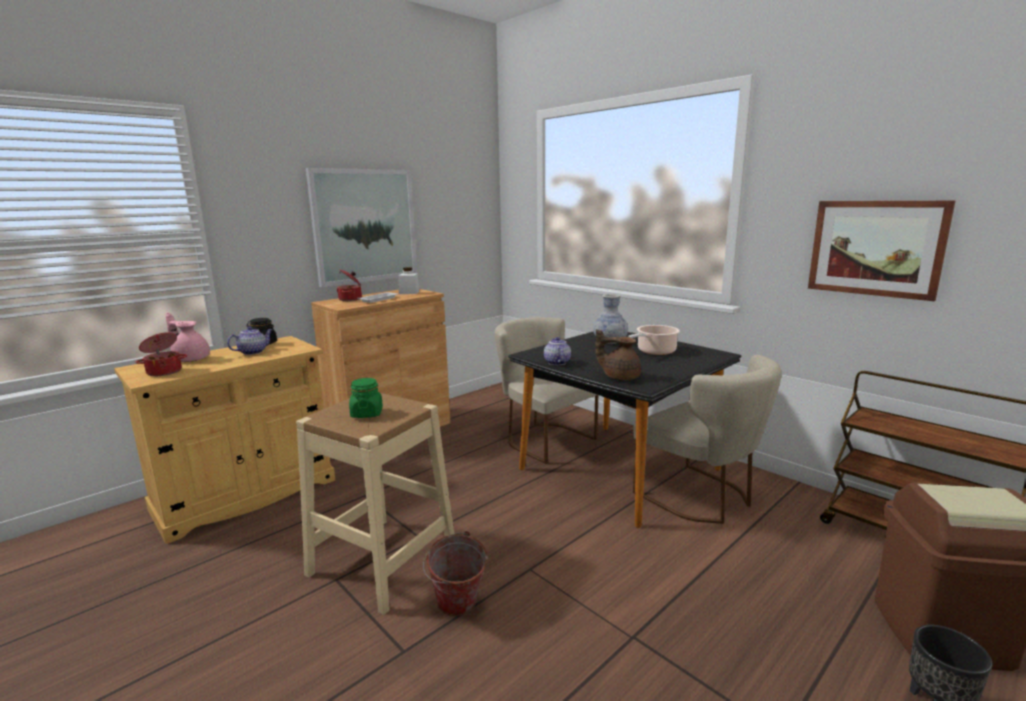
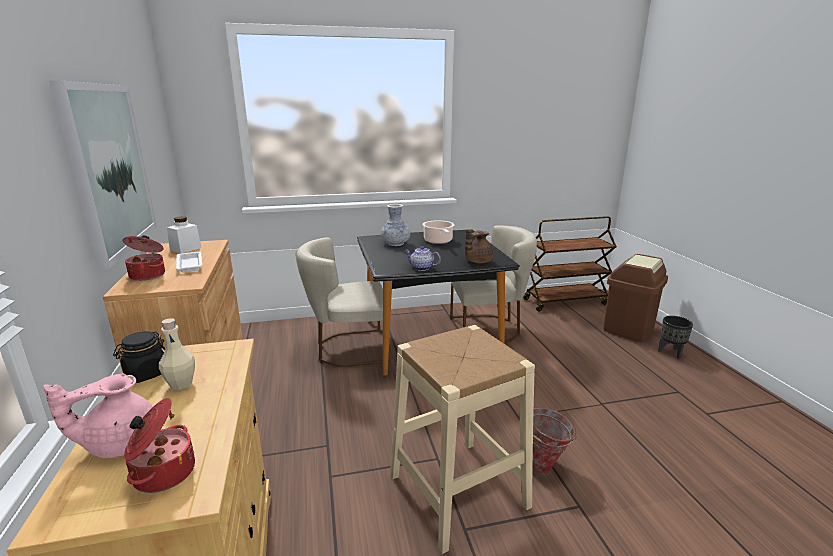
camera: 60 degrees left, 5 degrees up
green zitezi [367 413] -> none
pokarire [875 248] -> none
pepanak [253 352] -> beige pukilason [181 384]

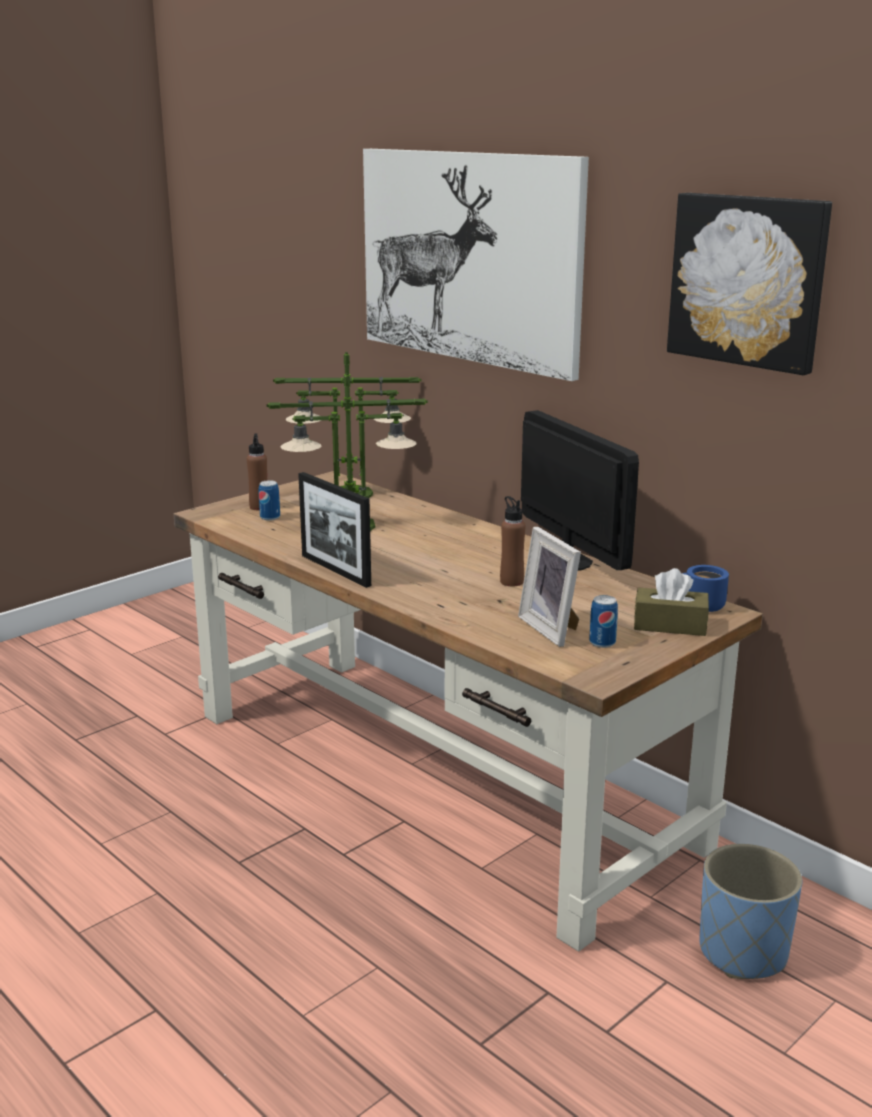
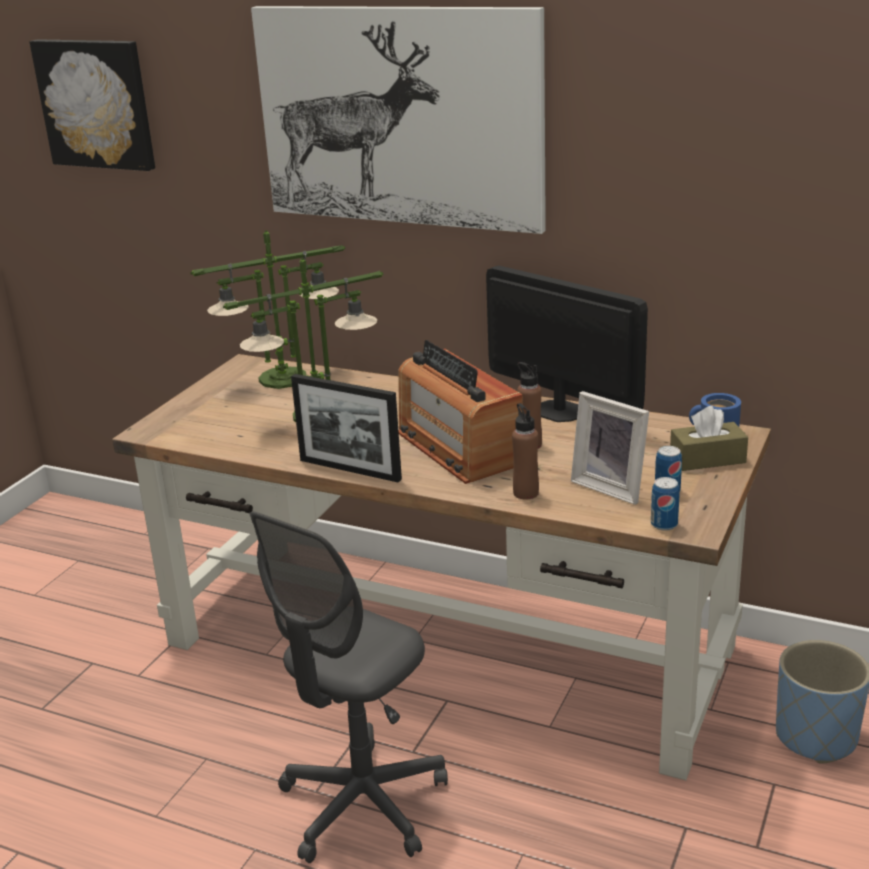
camera: 20 degrees left, 5 degrees up
none -> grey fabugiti [363 805]
none -> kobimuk [458 448]
brown pukilason [259 507] -> brown pukilason [526 493], shifted
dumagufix [270 517] -> dumagufix [664 524], shifted
pokarire [748 280] -> pokarire [97 103], shifted

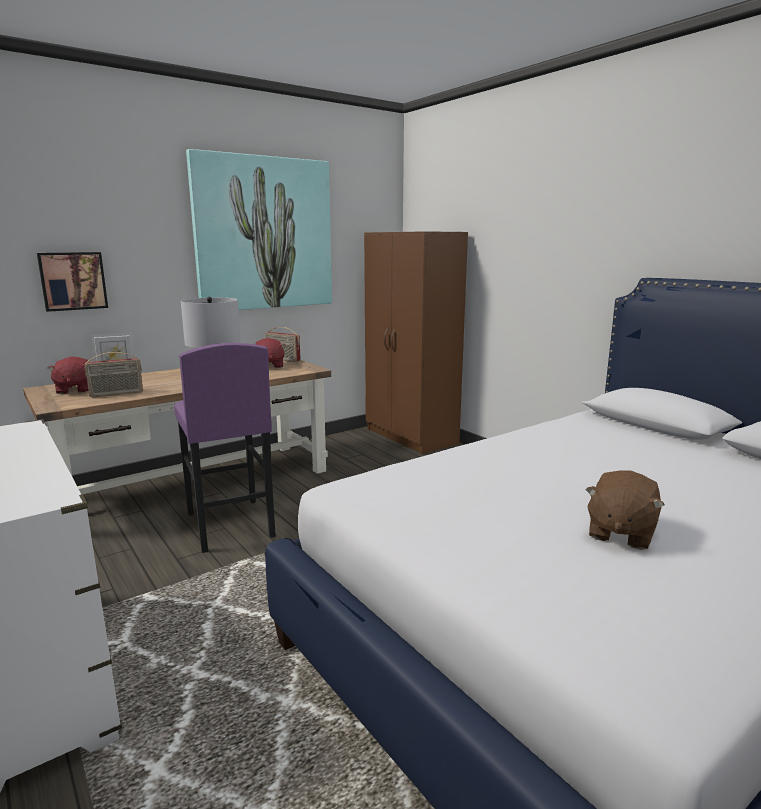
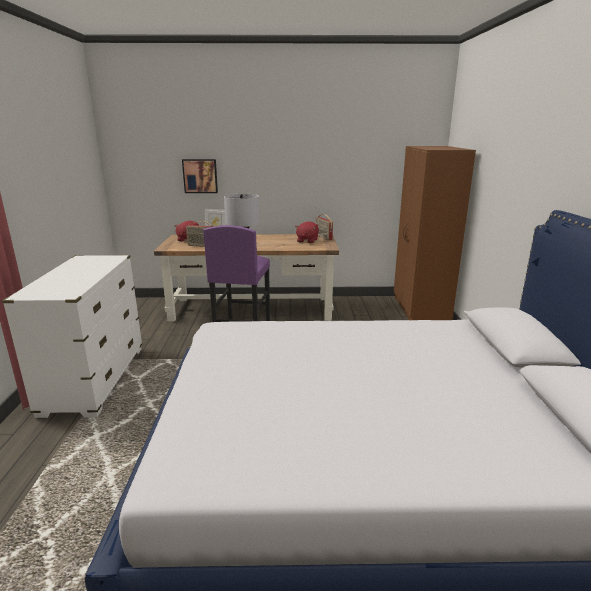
camera: 35 degrees right, 5 degrees up
pokarire [264 234] -> none
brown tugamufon [620 533] -> none

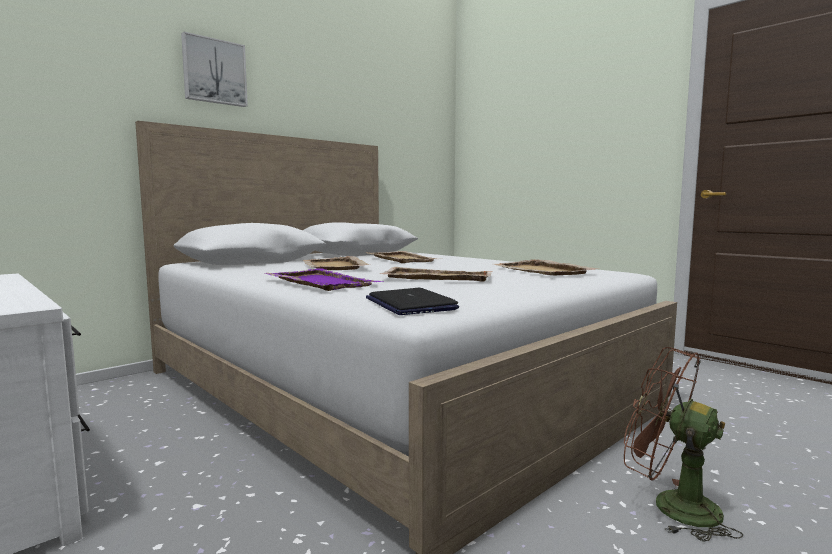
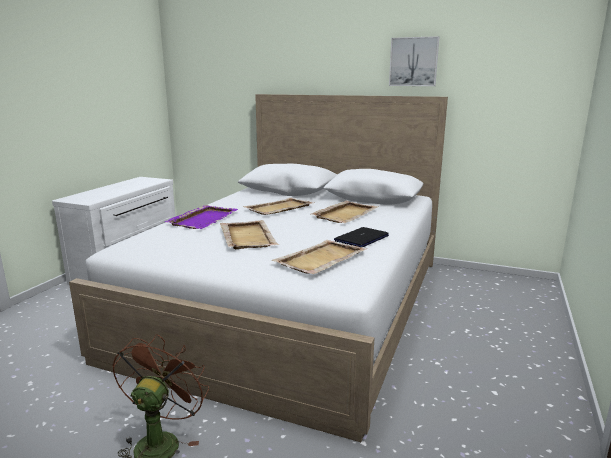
camera: 65 degrees right, 10 degrees up
pokarire [214 72] -> pokarire [413 62], shifted
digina [410 304] -> digina [361 238], shifted

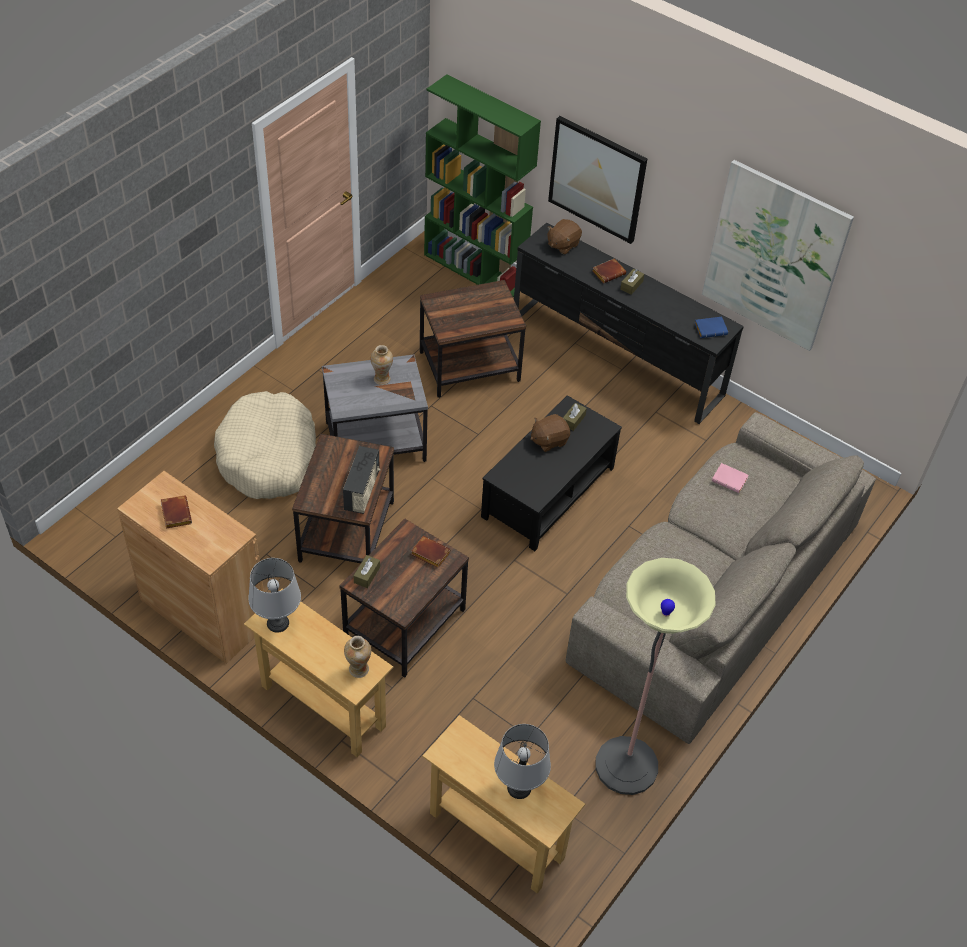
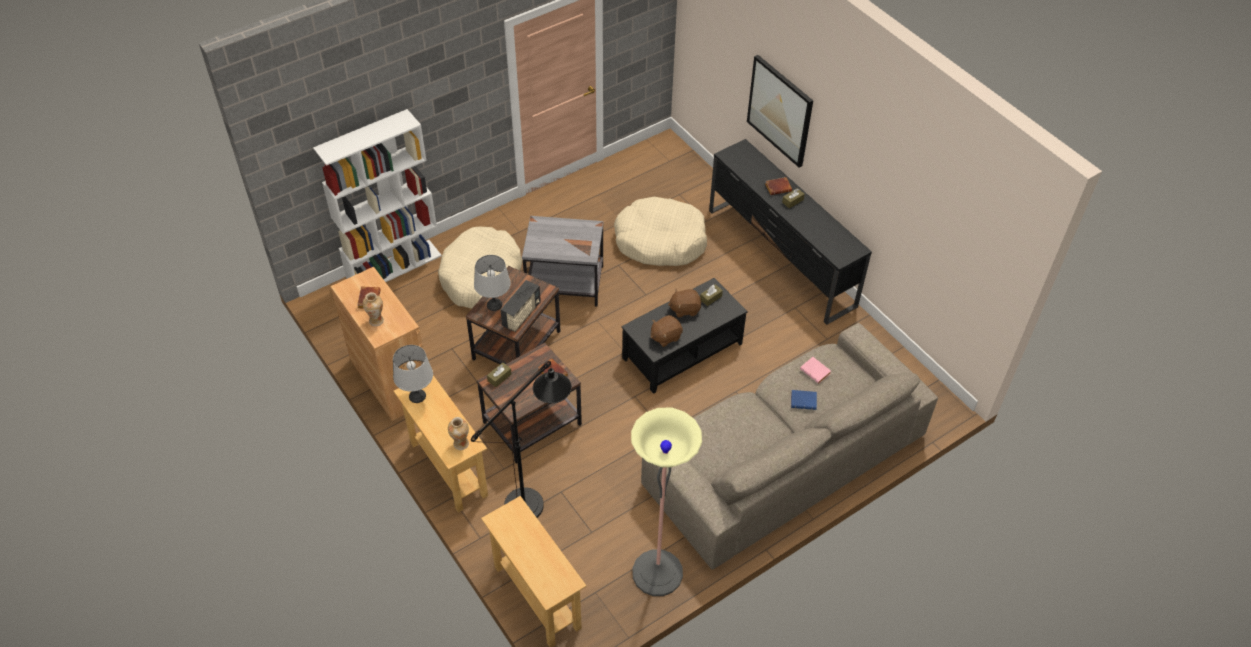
camera: 20 degrees right, 0 degrees up
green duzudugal [475 270] -> none
pokarire [774 256] -> none
none -> white duzudugal [394 266]
none -> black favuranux [533 499]
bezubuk [382 379] -> bezubuk [376 320], shifted
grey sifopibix [518 787] -> grey sifopibix [494 304], shifted
brown tugamufon [562 245] -> brown tugamufon [665 337], shifted
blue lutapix [711 329] -> blue lutapix [804 401], shifted
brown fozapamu [469 366] -> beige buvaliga [660 241]

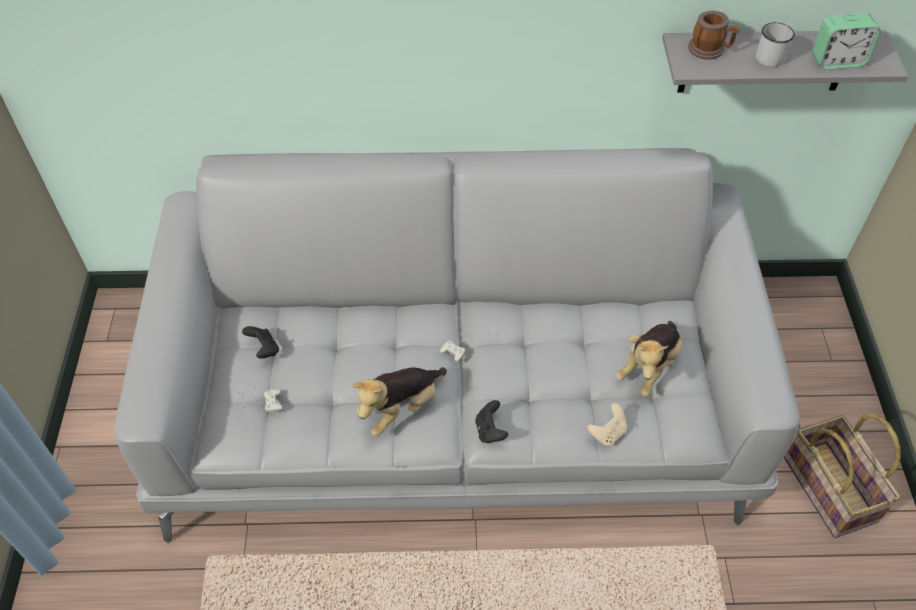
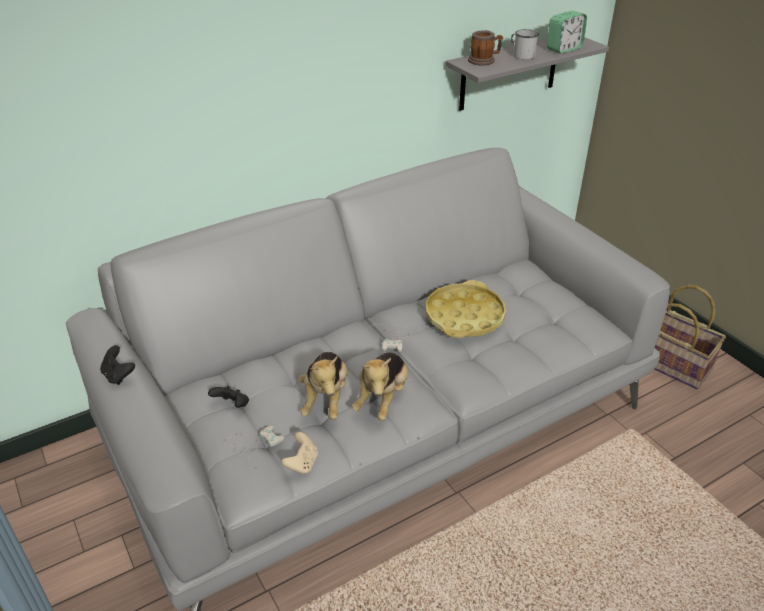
camera: 30 degrees left, 15 degrees down
none -> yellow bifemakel [464 316]
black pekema [490 430] -> black pekema [118 375], shifted
beige pekema [607 433] -> beige pekema [302 463], shifted
tugamufon [649 367] -> tugamufon [326 398], shifted

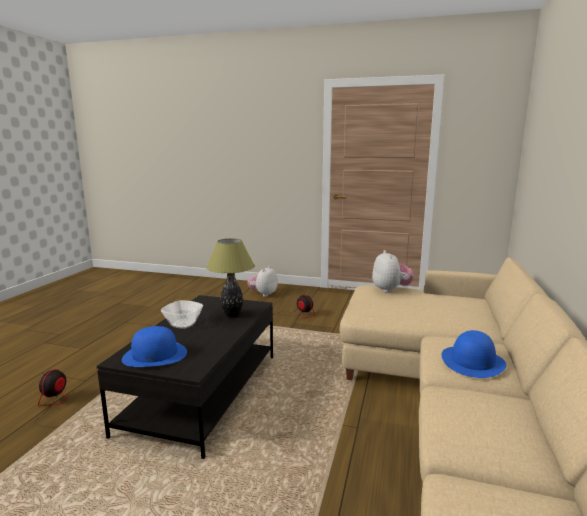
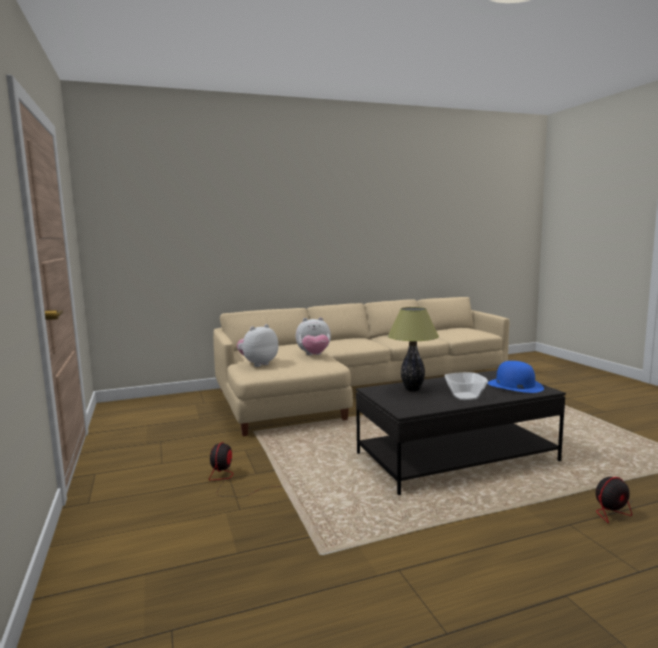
camera: 125 degrees left, 5 degrees down
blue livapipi [472 361] -> none
tugamufon [263 294] -> tugamufon [314 355], shifted

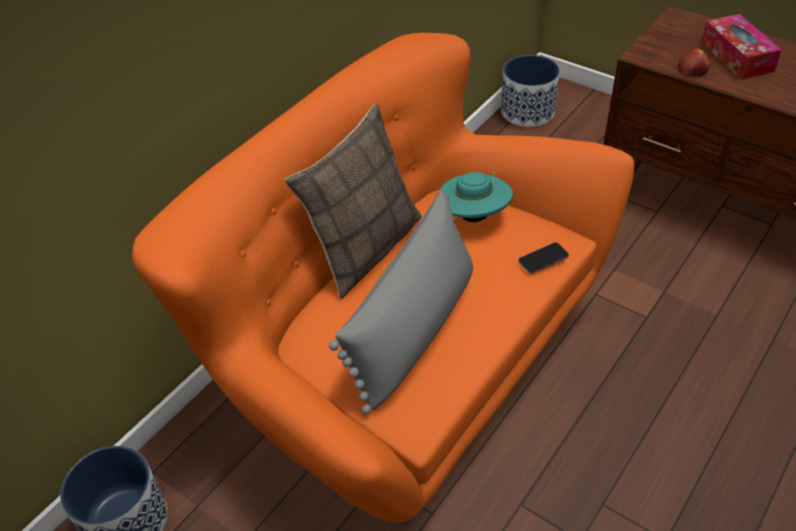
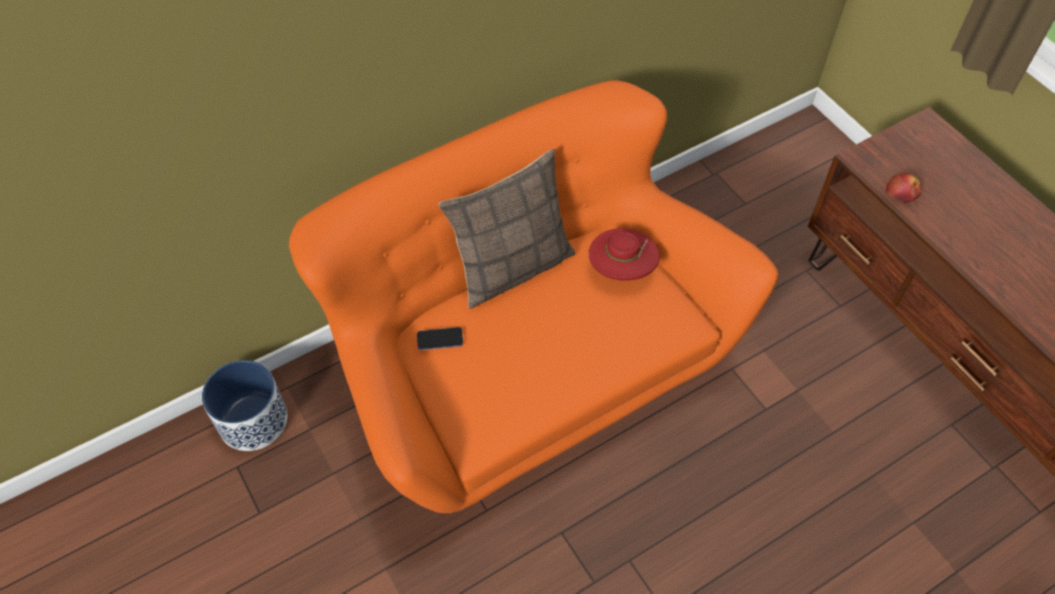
camera: 20 degrees right, 10 degrees up
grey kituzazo [414 329] -> none
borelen [527 112] -> none
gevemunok [736 56] -> none
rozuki [543 259] -> rozuki [440 339], shifted
turquoise livapipi [474 216] -> red livapipi [622 269]

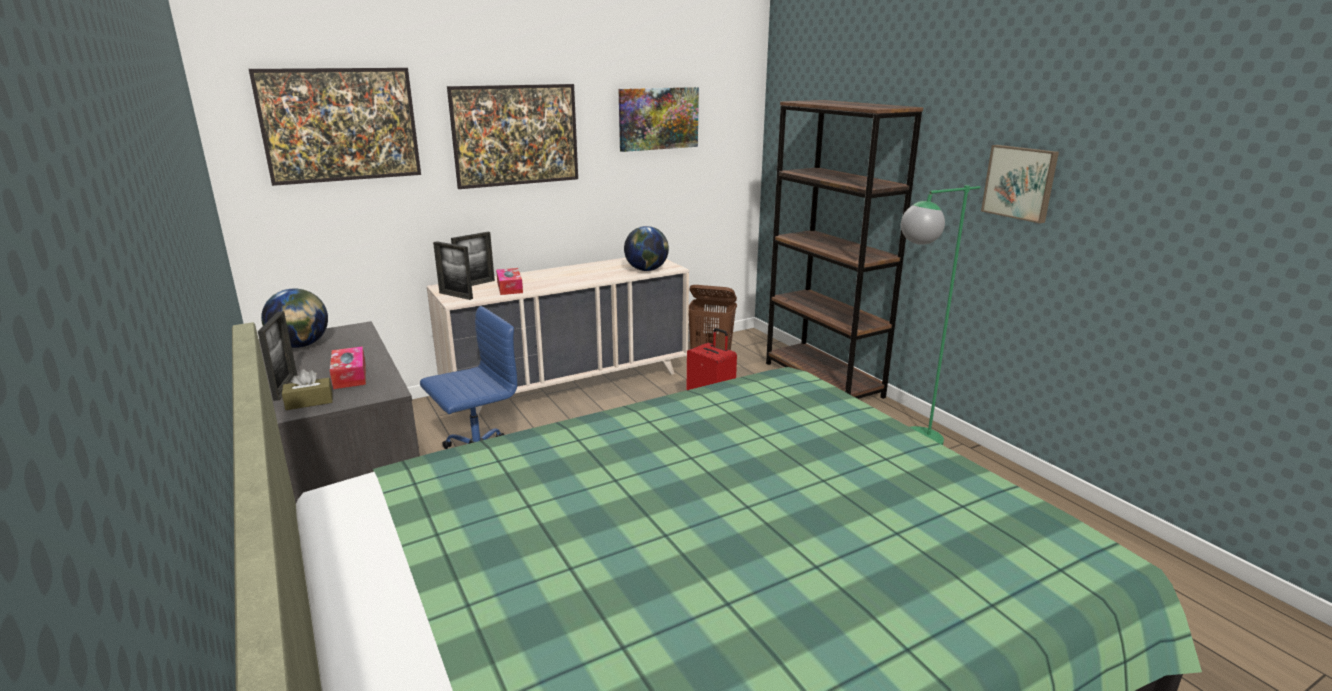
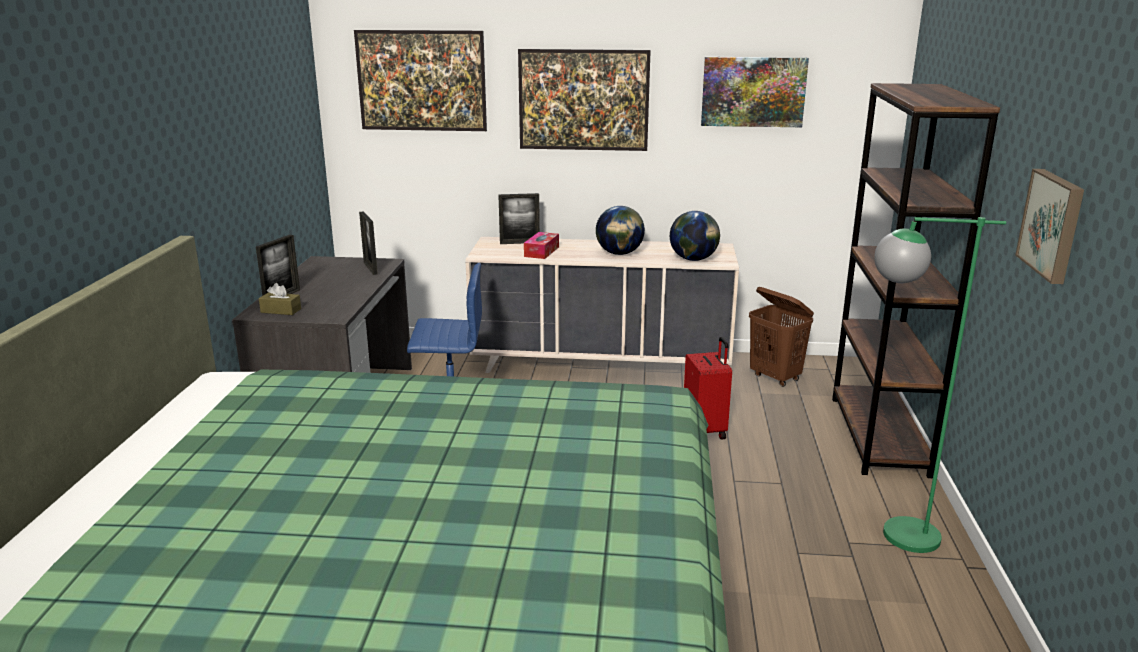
camera: 35 degrees right, 0 degrees up
gevemunok [350 375] -> none
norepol [301 345] -> norepol [619 253], shifted
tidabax [456 296] -> tidabax [370 268], shifted

